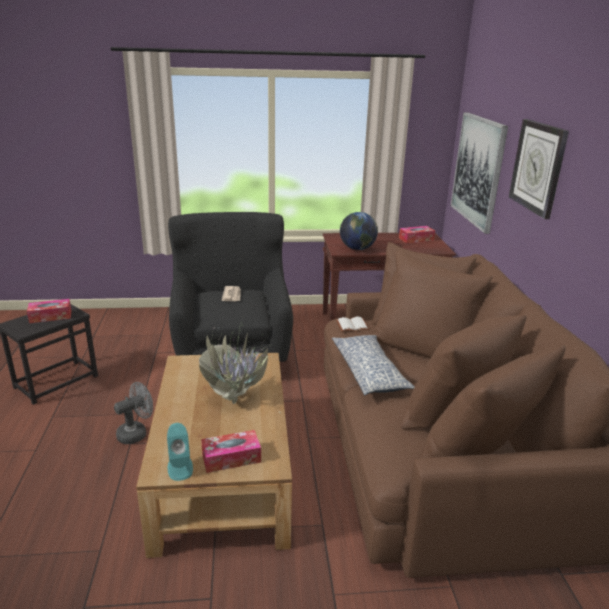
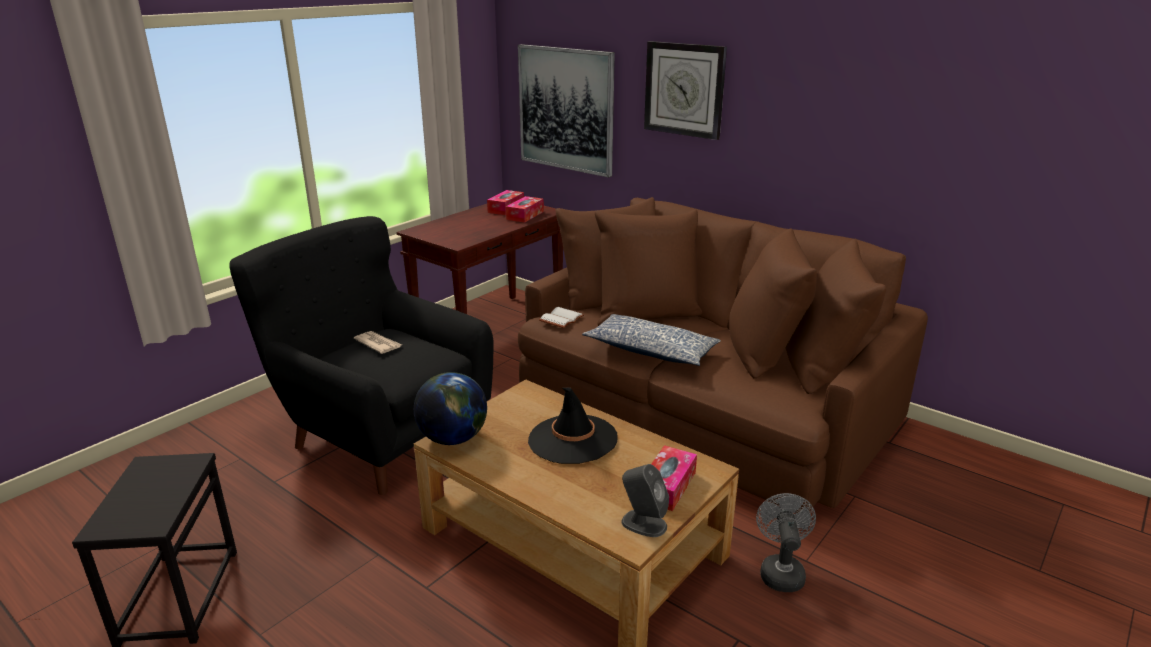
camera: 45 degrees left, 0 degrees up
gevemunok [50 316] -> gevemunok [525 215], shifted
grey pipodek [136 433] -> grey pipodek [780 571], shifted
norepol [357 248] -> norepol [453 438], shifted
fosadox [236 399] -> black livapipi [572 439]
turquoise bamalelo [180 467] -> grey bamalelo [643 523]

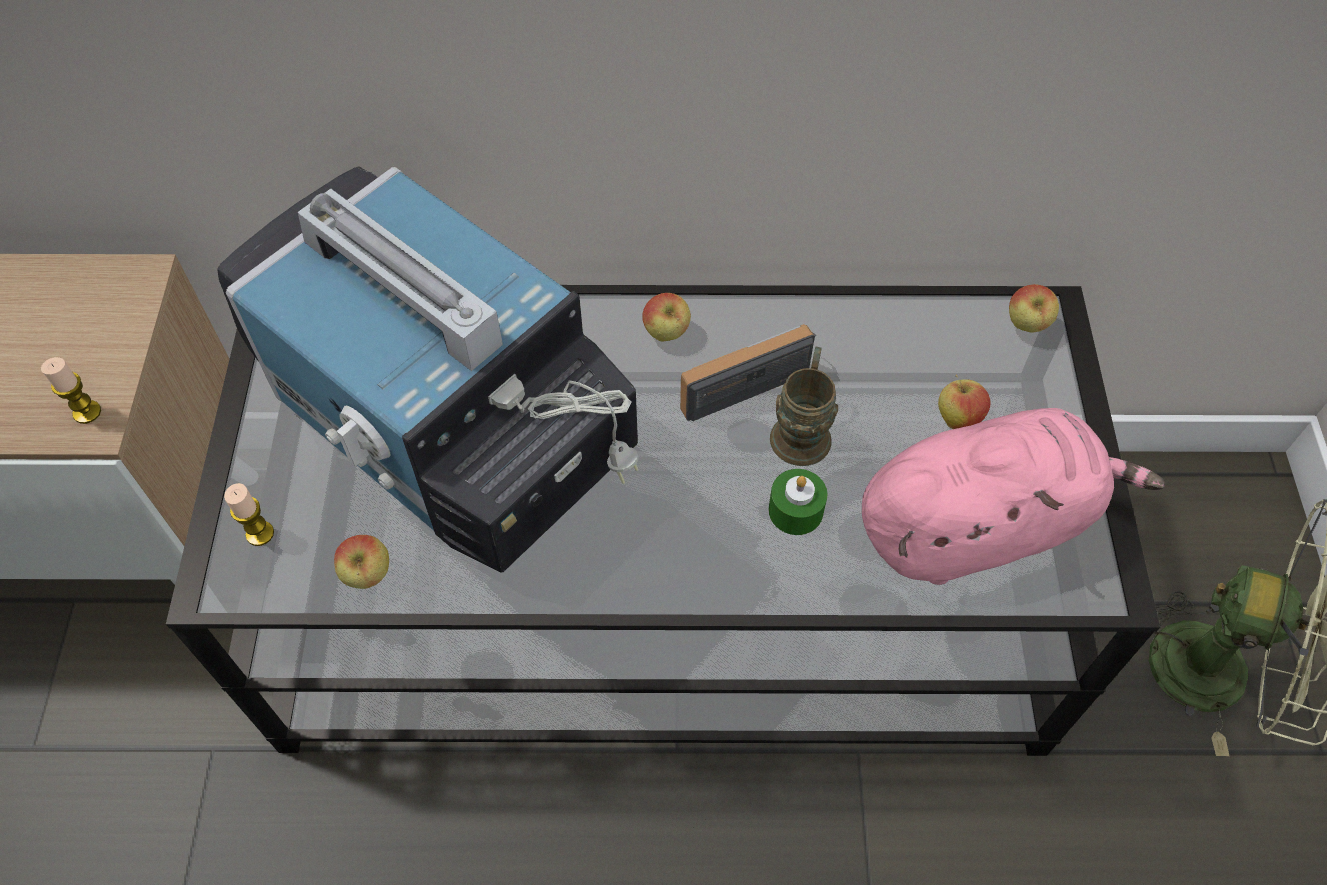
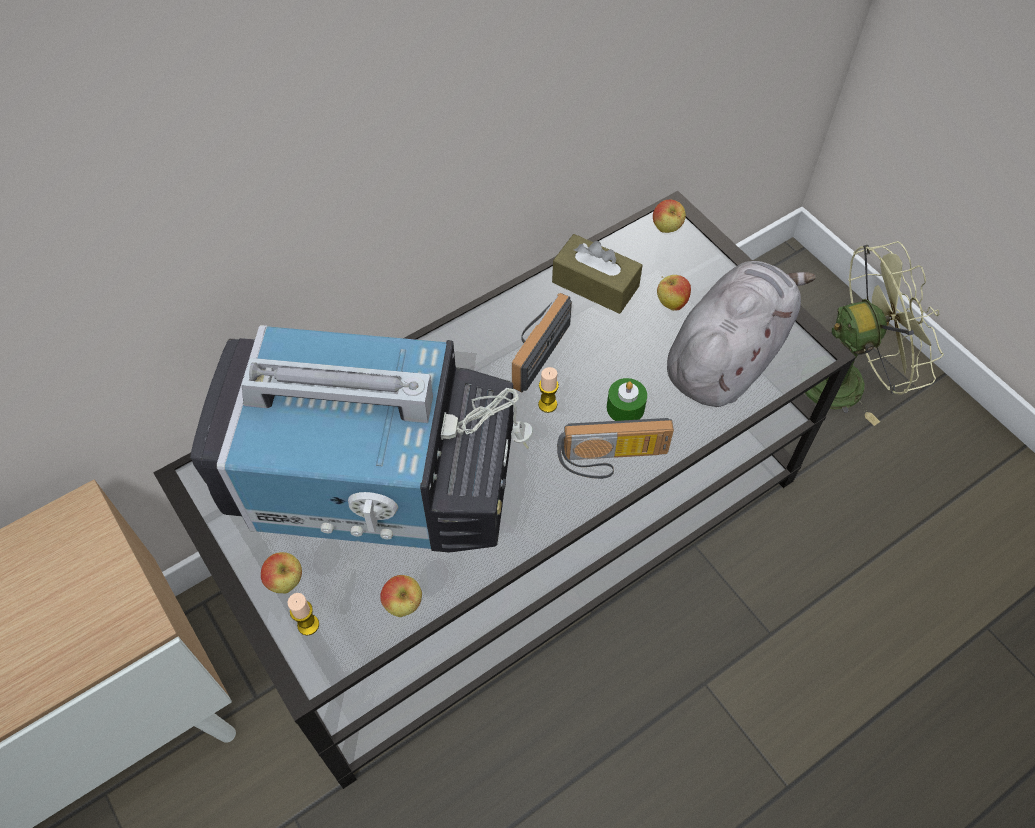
camera: 35 degrees left, 0 degrees up
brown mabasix [802 429] -> none
none -> brown gevemunok [595 284]
none -> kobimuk [612 460]
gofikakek [87 412] -> gofikakek [547 404], shifted
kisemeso [666 333] -> kisemeso [286 581], shifted
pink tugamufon [979 524] -> grey tugamufon [727 356]

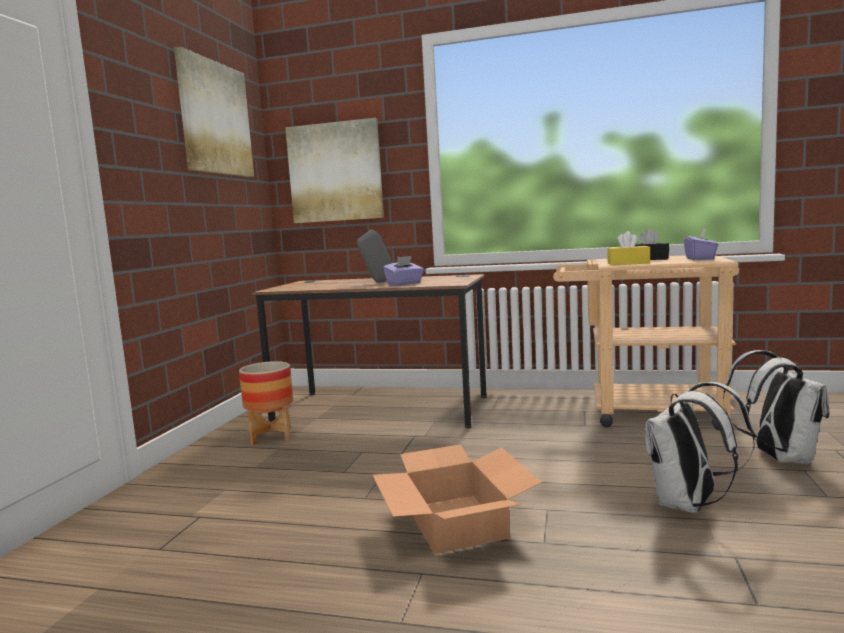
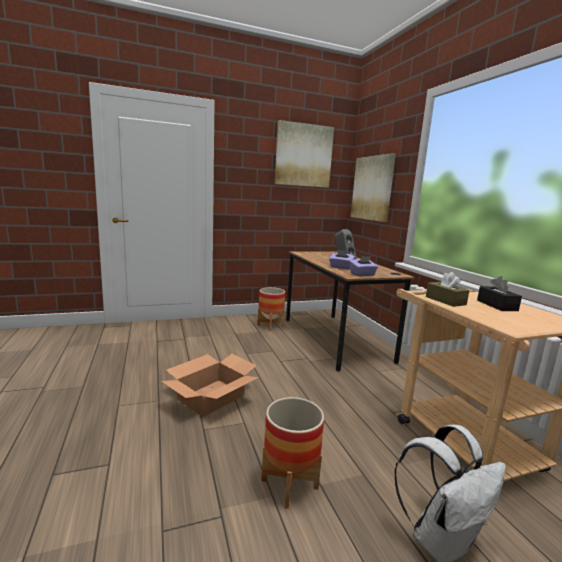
camera: 55 degrees right, 5 degrees up
purple gevemunok [700 259] -> purple gevemunok [362 274], shifted
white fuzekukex [689 505] -> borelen [289 484]
yellow gevemunok [628 263] -> brown gevemunok [445 300]

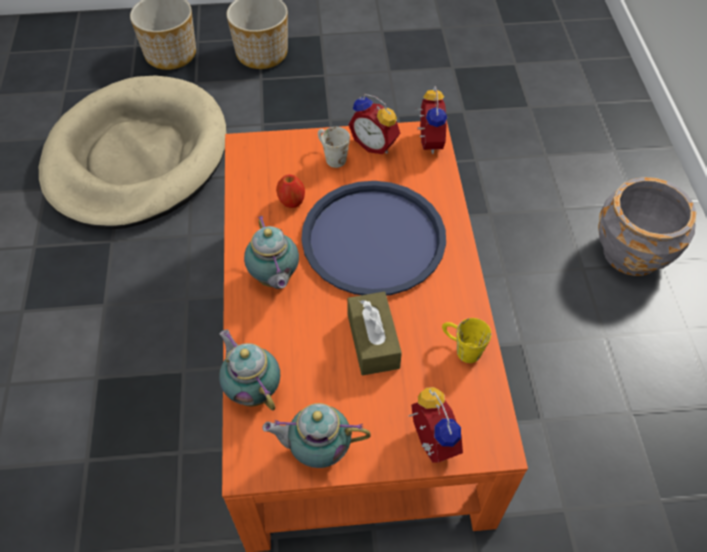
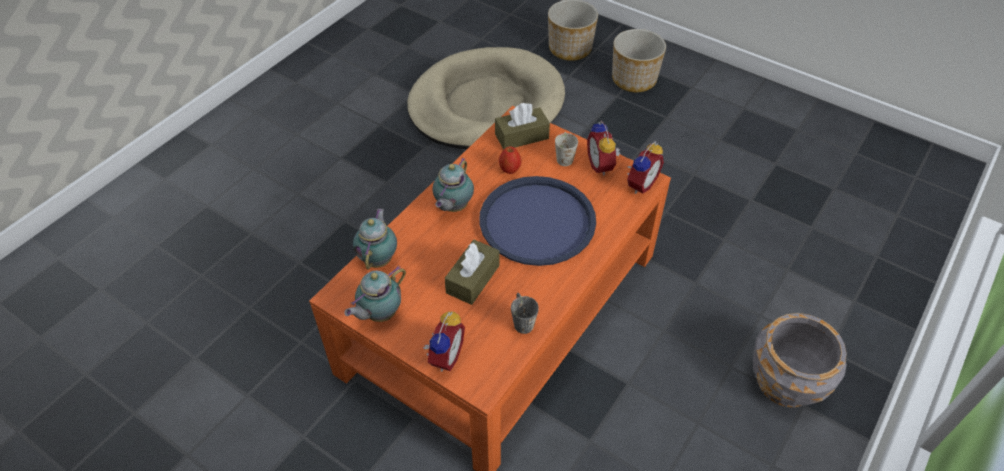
camera: 40 degrees right, 5 degrees down
none -> brown gevemunok [521 136]
yellow mabasix [461 348] -> grey mabasix [521 320]
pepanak [317 450] -> pepanak [379 314], 90 degrees counterclockwise

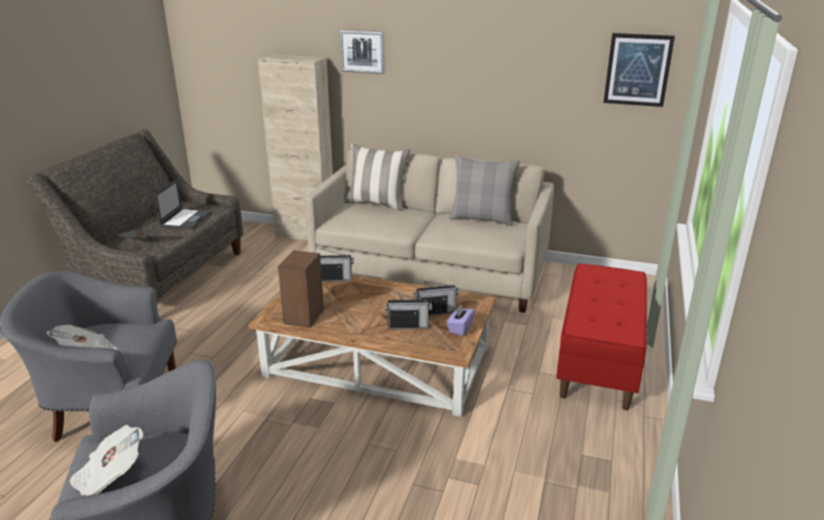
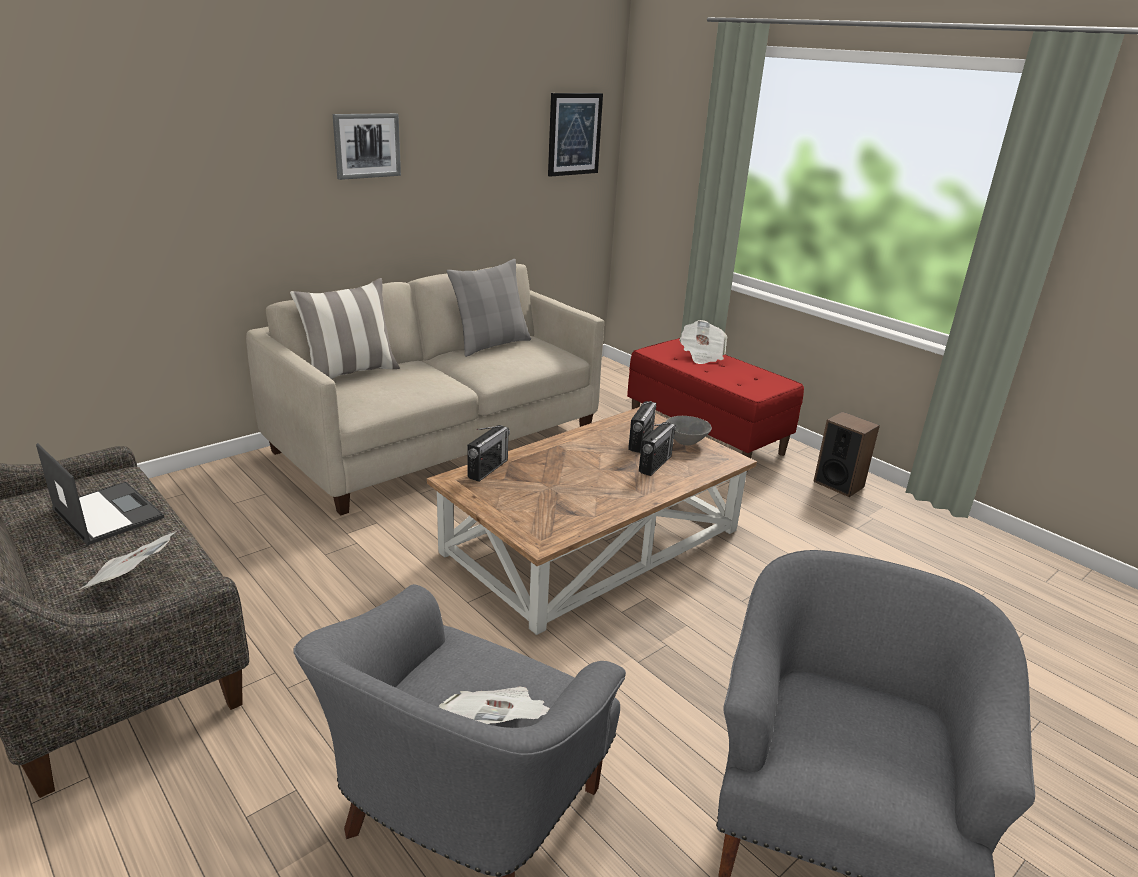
camera: 60 degrees left, 0 degrees up
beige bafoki [305 235] -> none
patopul [110 476] -> patopul [701 355], shifted
bamalelo [304 316] -> bamalelo [838 484], shifted
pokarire [362 51] -> pokarire [366 145], shifted
purple gevemunok [460 328] -> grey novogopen [686 442]

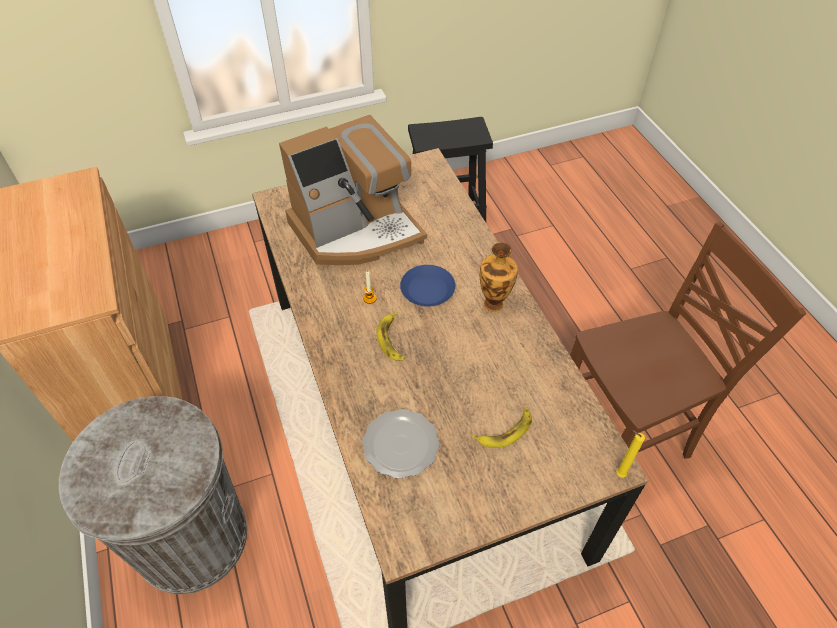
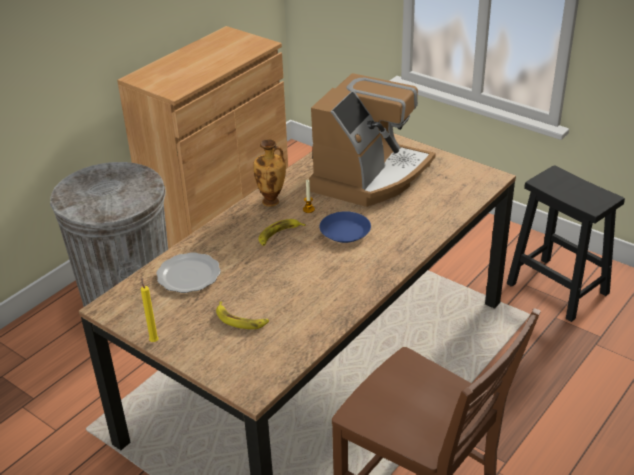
camera: 60 degrees right, 15 degrees down
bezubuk [494 303] -> bezubuk [272 202], shifted
yellow gofikakek [618 474] -> yellow gofikakek [154 340], shifted
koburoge [356 230] -> koburoge [370 176], 90 degrees counterclockwise

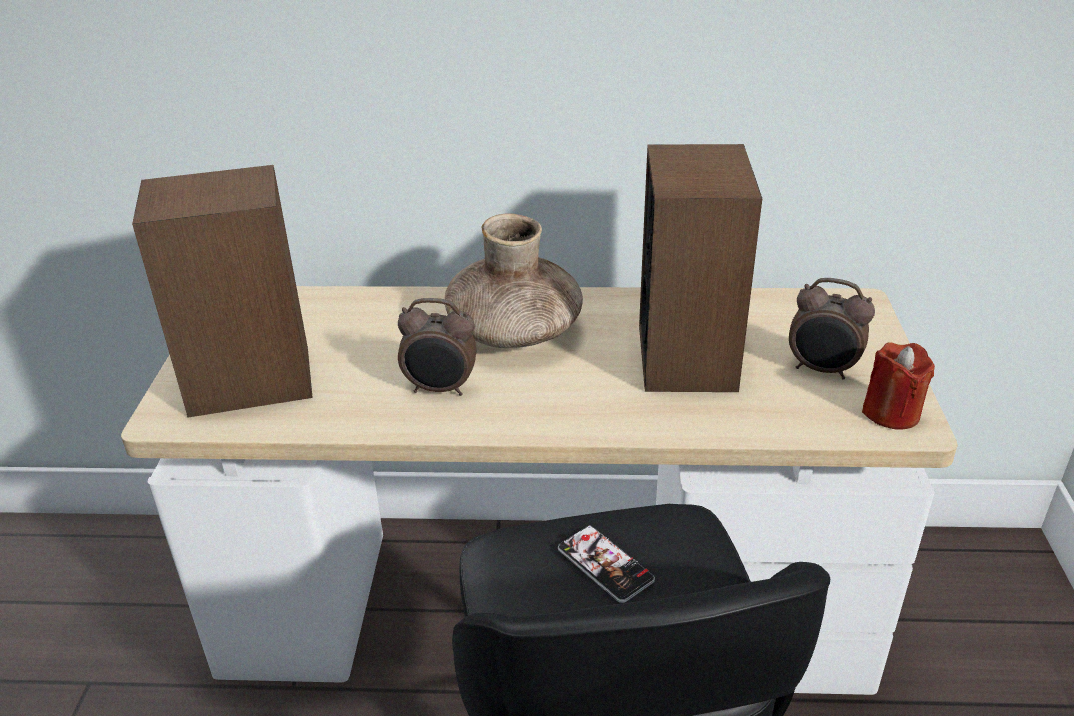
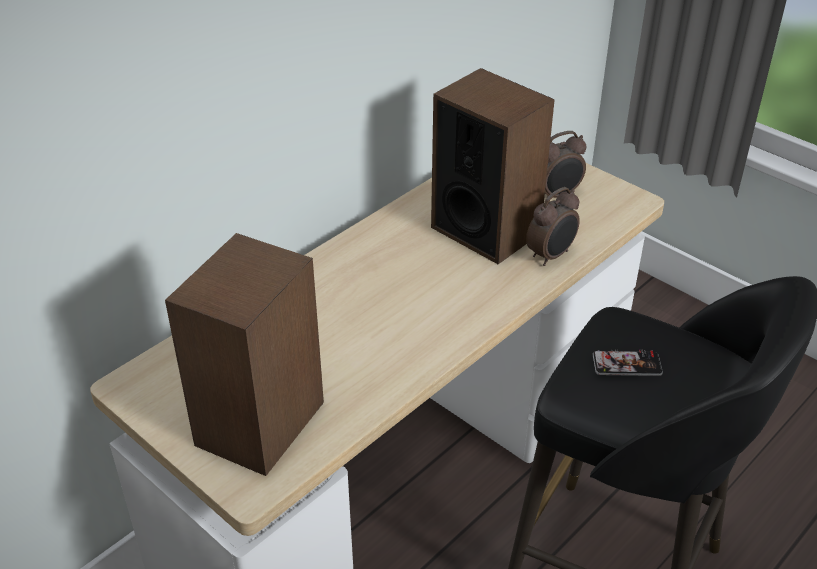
camera: 50 degrees left, 5 degrees up
brown bezubuk [515 332] -> none
red gofikakek [891 412] -> none
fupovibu [440 389] -> fupovibu [551 255], shifted

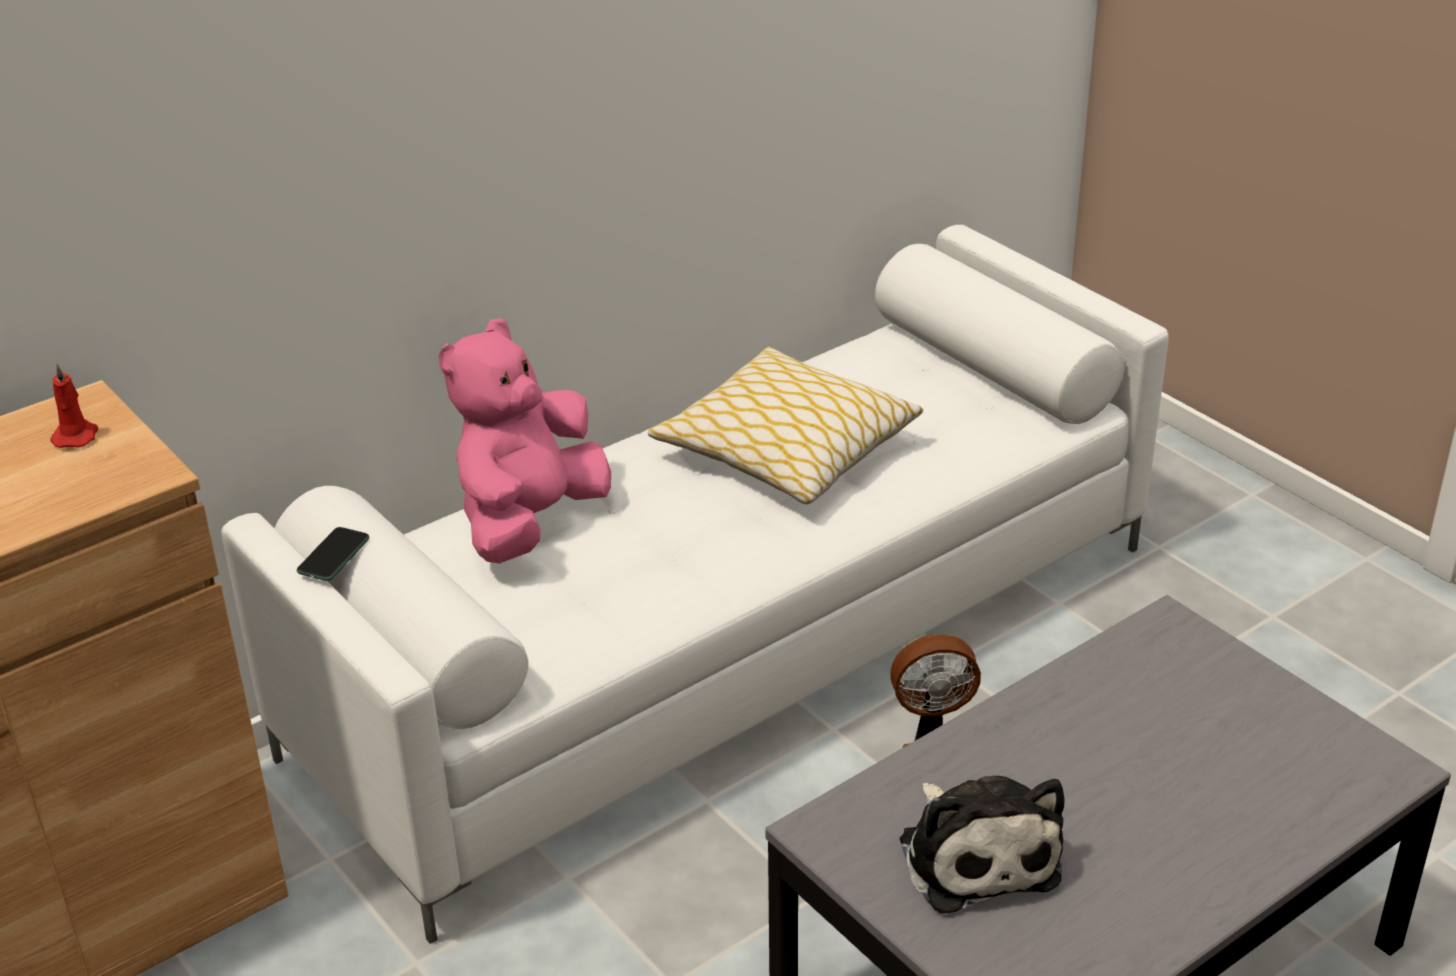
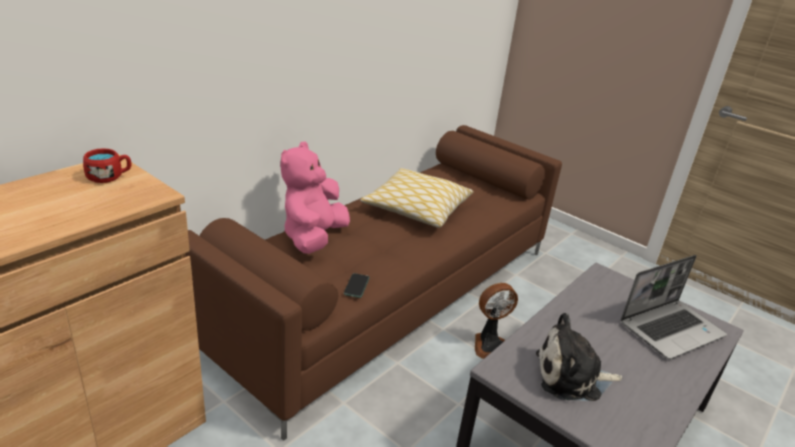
camera: 15 degrees left, 5 degrees down
none -> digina [671 329]
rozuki [333 555] -> rozuki [356 286], shifted
red gofikakek [76 436] -> red mabasix [109 177]
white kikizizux [732 646] -> brown kikizizux [389 295]
tugamufon [976 854] -> tugamufon [572 377], 120 degrees clockwise

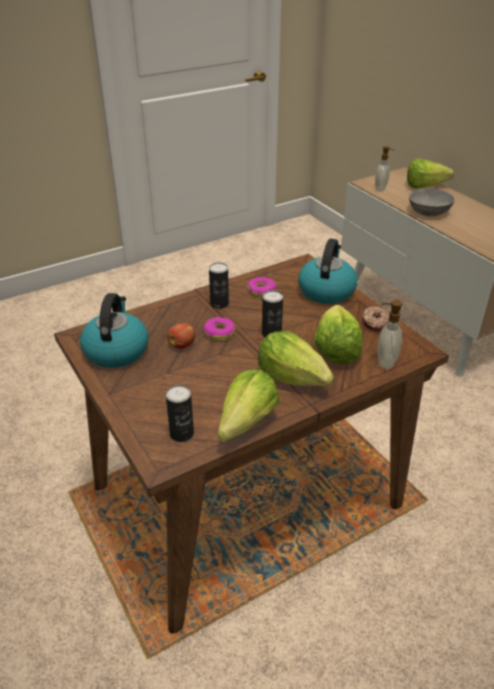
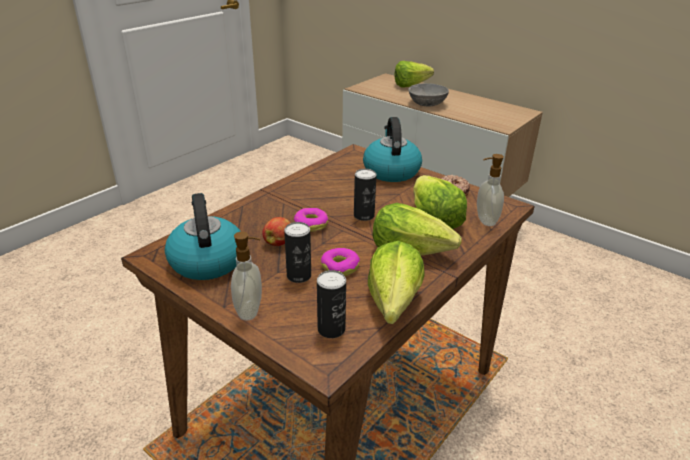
camera: 20 degrees left, 5 degrees down
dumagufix [219 304] -> dumagufix [299 275], shifted
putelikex [262 291] -> putelikex [340 267], shifted
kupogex [381 189] -> kupogex [250 310], shifted

